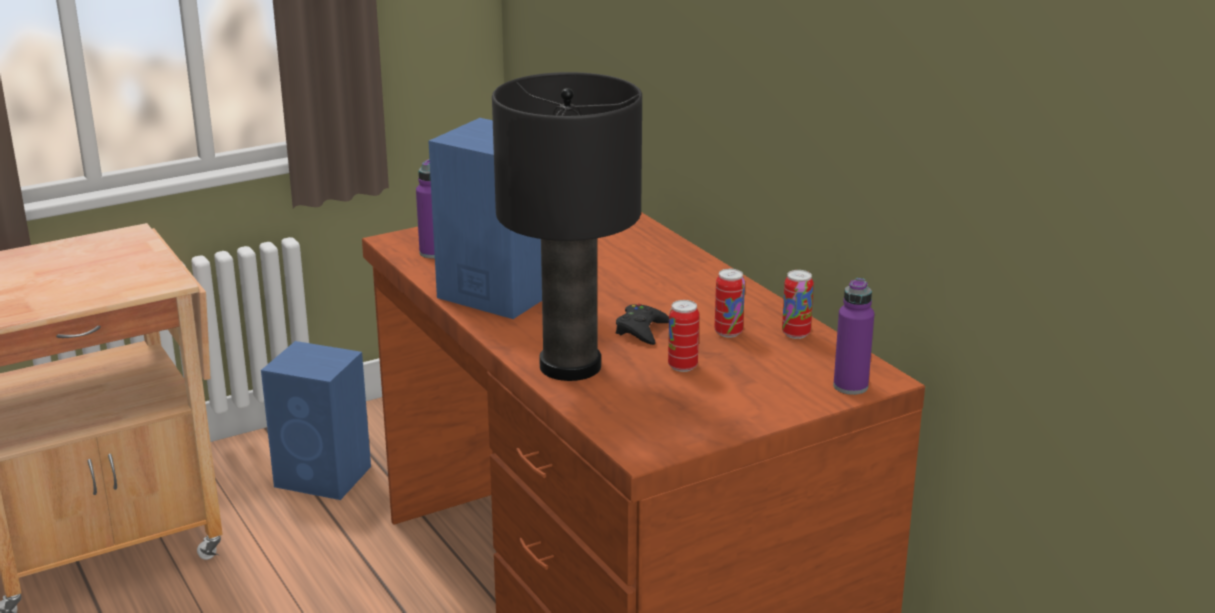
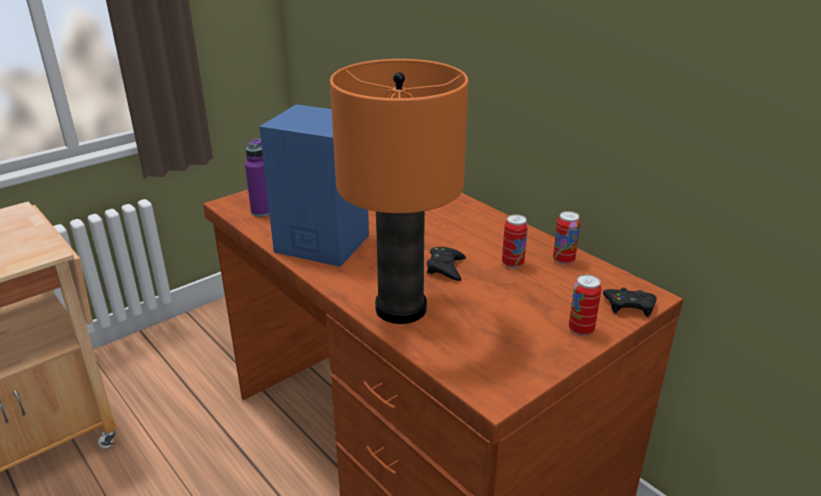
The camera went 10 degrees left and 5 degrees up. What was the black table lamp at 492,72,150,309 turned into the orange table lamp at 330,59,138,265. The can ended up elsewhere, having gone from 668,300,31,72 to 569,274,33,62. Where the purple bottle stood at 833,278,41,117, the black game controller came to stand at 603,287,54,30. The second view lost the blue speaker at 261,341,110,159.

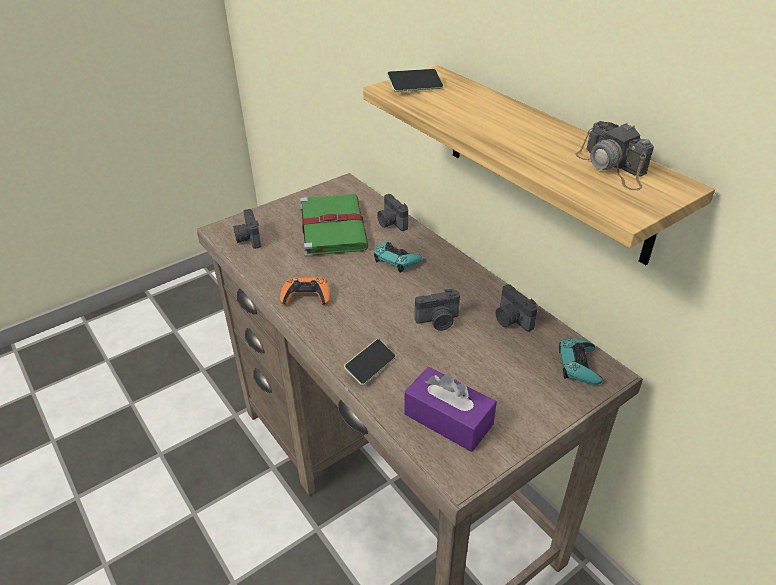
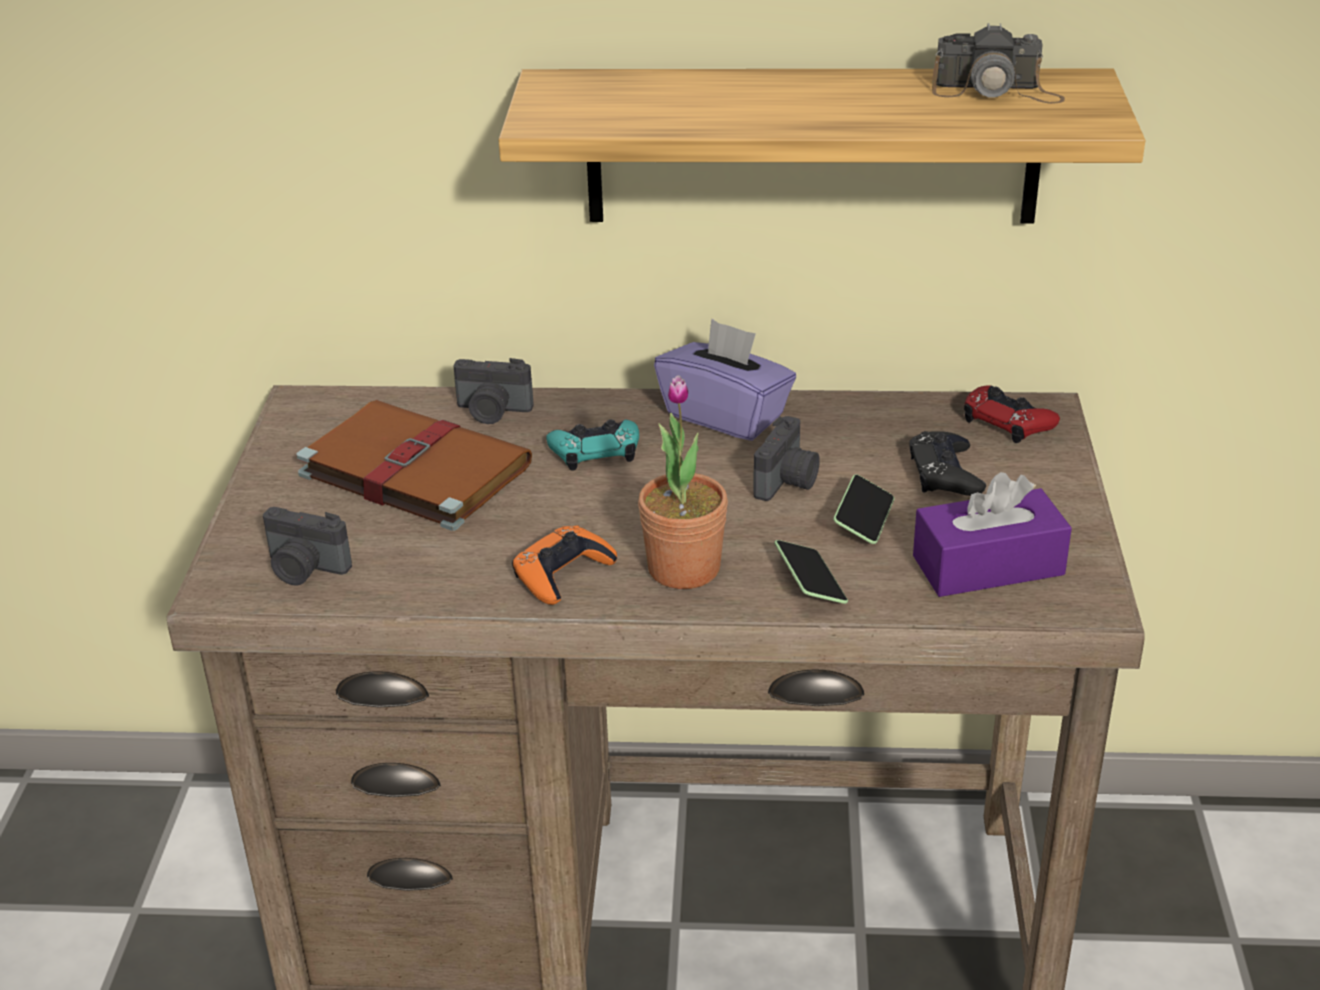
The camera went 50 degrees left and 5 degrees down. What was the green book at 300,194,68,63 turned into the brown book at 296,400,236,131. The second view gained the potted plant at 638,375,90,214. The second view gained the purple tissue box at 654,319,142,122. The phone ended up elsewhere, having gone from 387,69,57,23 to 833,474,62,70. The second view gained the black game controller at 910,431,76,65. What was the turquoise game controller at 559,338,44,47 turned into the red game controller at 964,385,96,58. The second view lost the photo camera at 496,284,42,47.

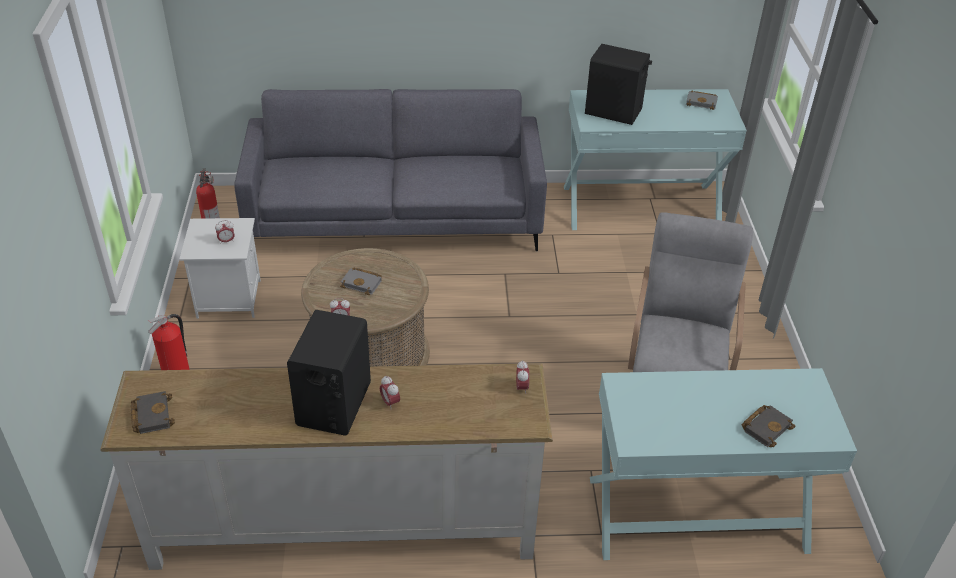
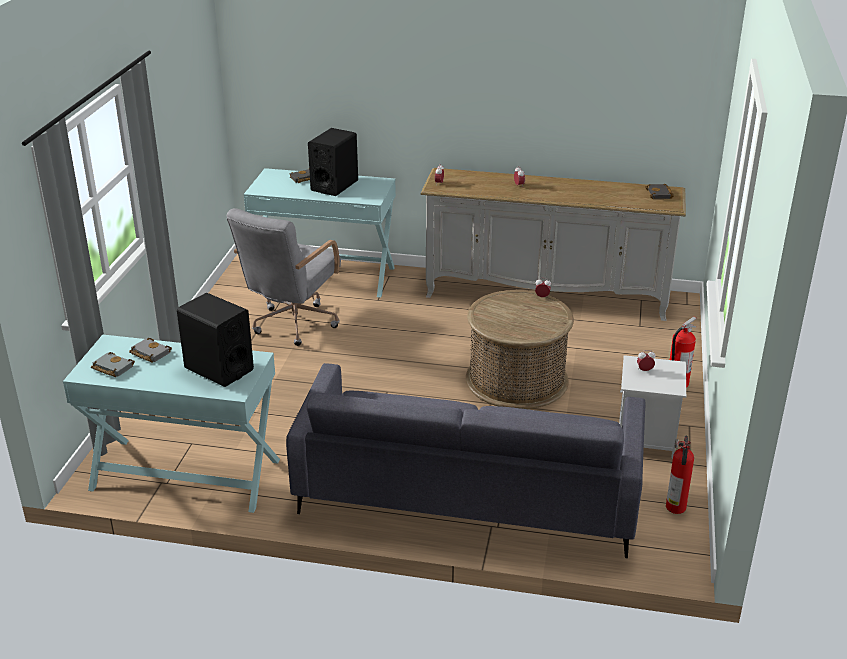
The camera went 165 degrees left and 10 degrees down. The grey book ended up elsewhere, having gone from 340,268,42,27 to 129,338,43,25. The black speaker ended up elsewhere, having gone from 287,310,84,126 to 308,128,50,68.

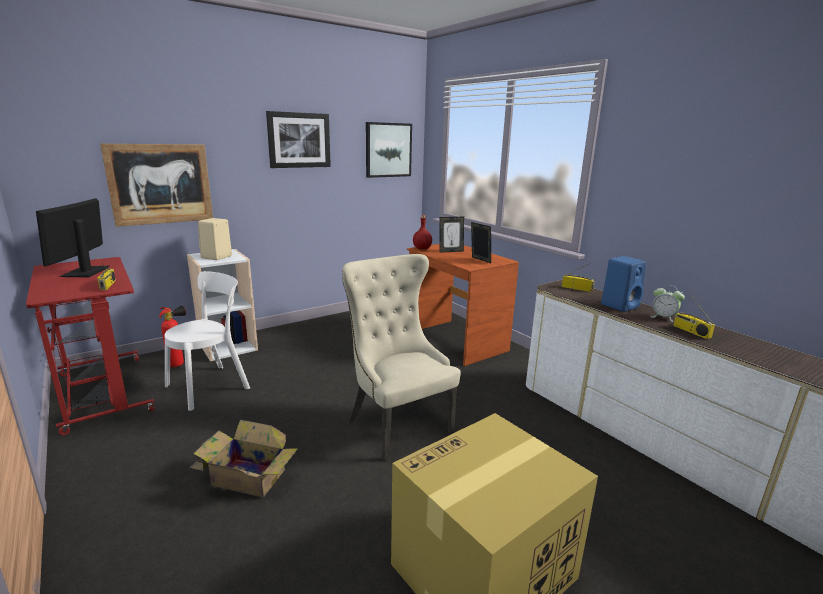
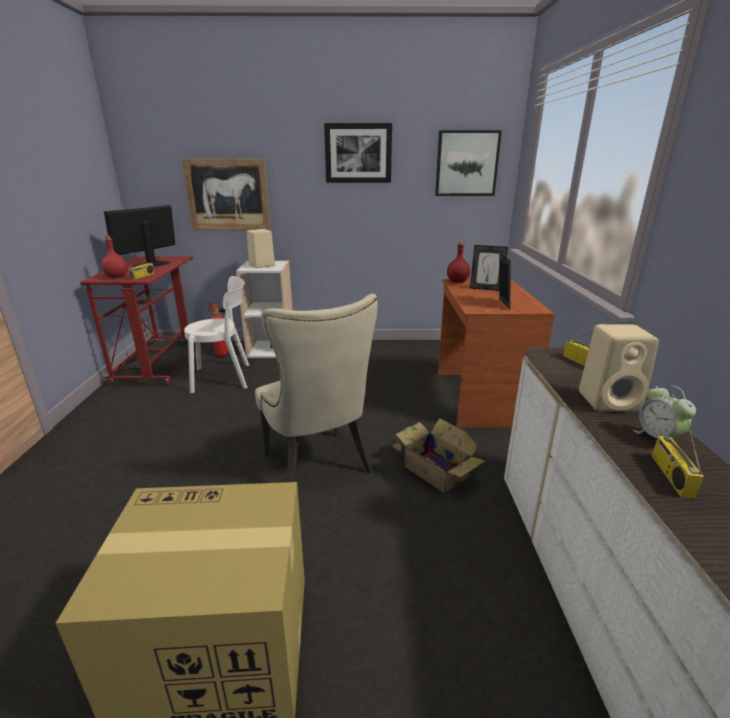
The camera went 35 degrees right and 5 degrees up. The second view gained the red bottle at 101,236,27,42. The beige chair at 342,254,119,207 ended up facing another way, 150 degrees clockwise from before. The cardboard box ended up elsewhere, having gone from 190,420,107,78 to 391,418,94,75. What was the blue speaker at 601,256,45,56 turned into the beige speaker at 579,324,80,88.

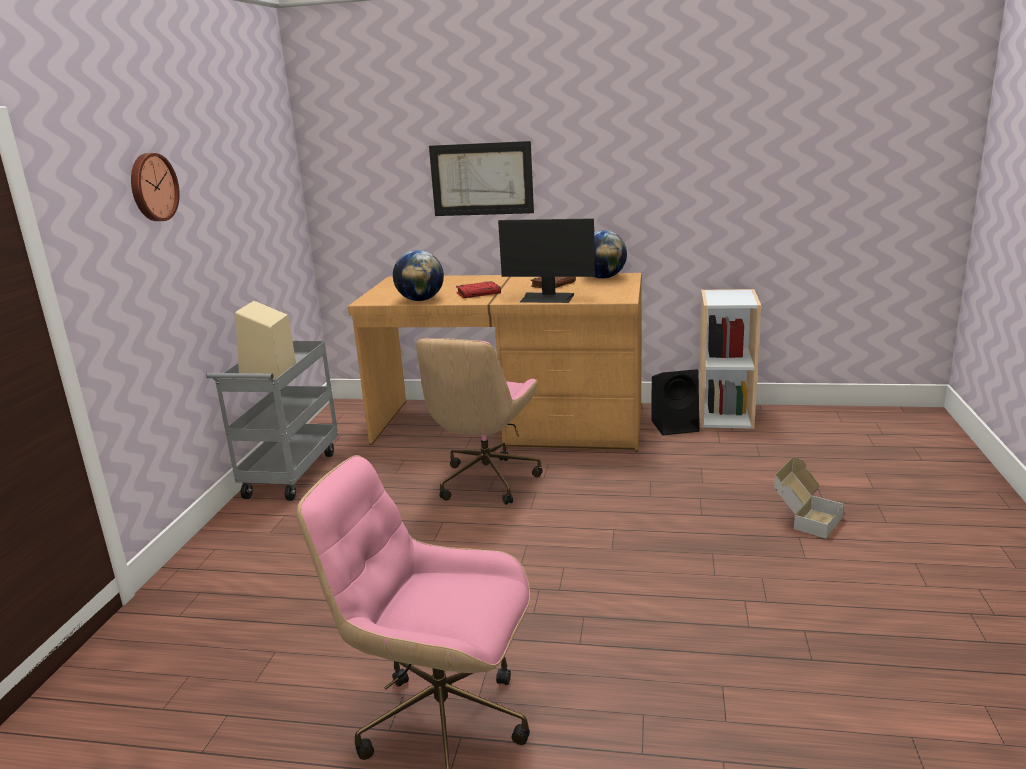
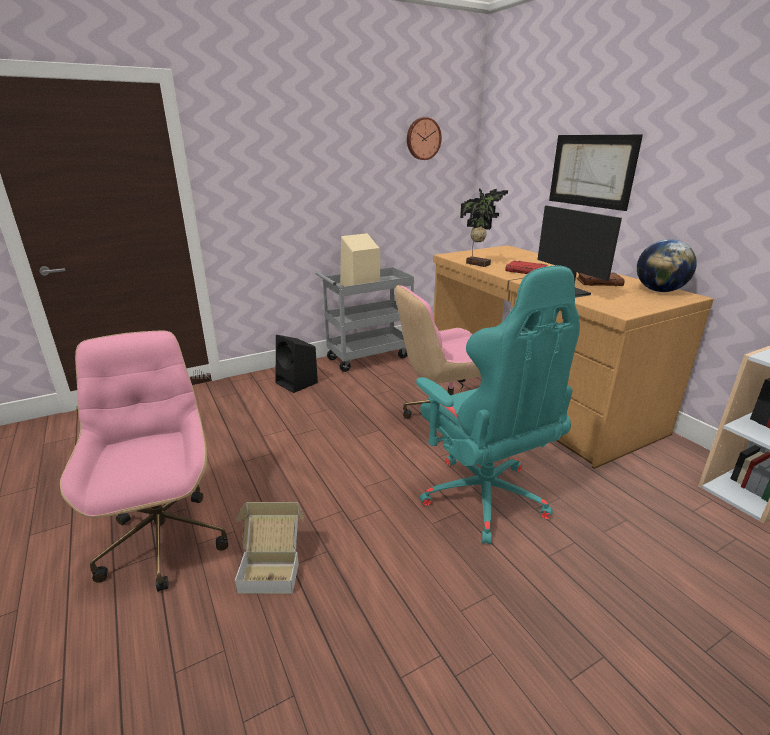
The camera went 50 degrees right and 5 degrees up. The cardboard box ended up elsewhere, having gone from 774,457,70,81 to 235,502,69,92. The black speaker ended up elsewhere, having gone from 651,369,48,66 to 275,335,43,58. The wall clock ended up elsewhere, having gone from 131,153,49,68 to 407,117,35,43. The second view gained the turquoise office chair at 416,265,164,279. Where the globe stood at 393,250,51,51, the potted plant came to stand at 460,188,48,79.

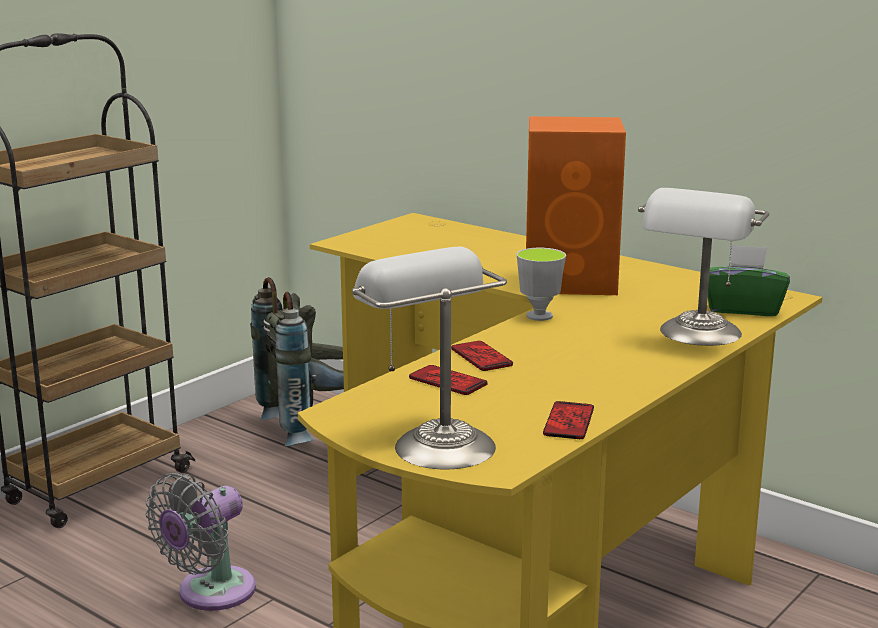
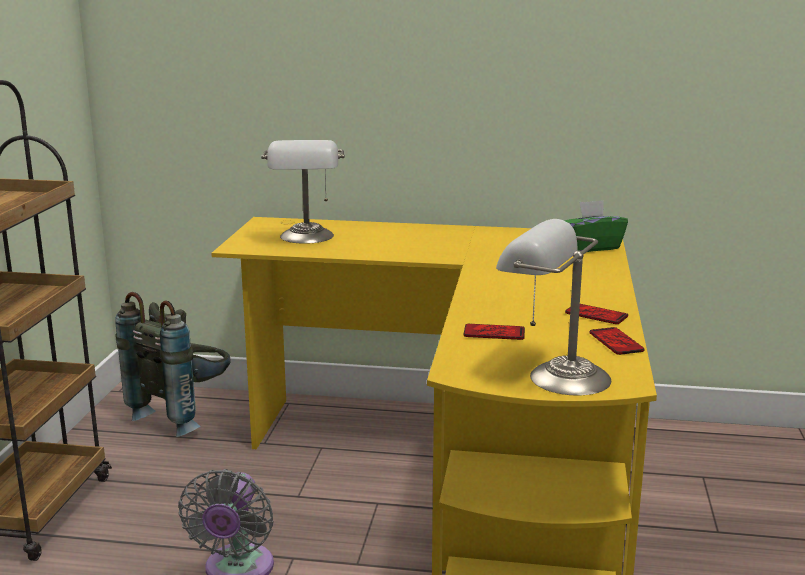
The camera went 30 degrees left and 0 degrees up. The white table lamp ended up elsewhere, having gone from 638,188,131,158 to 261,140,84,104. The phone ended up elsewhere, having gone from 451,341,62,30 to 565,304,63,20. The second view lost the cup at 517,248,49,73. The second view lost the orange speaker at 526,116,100,179.

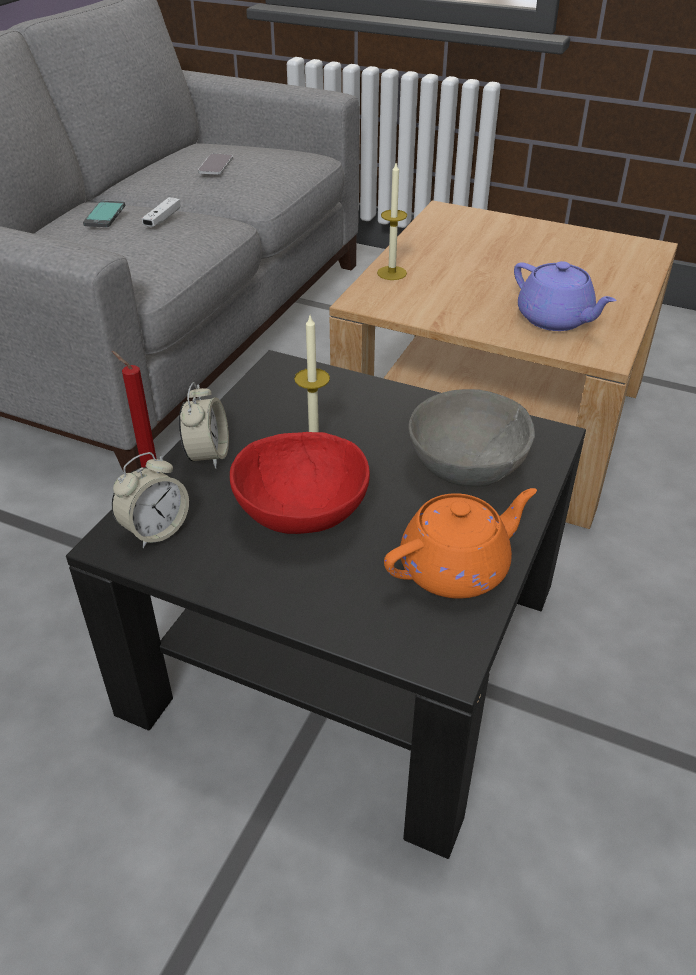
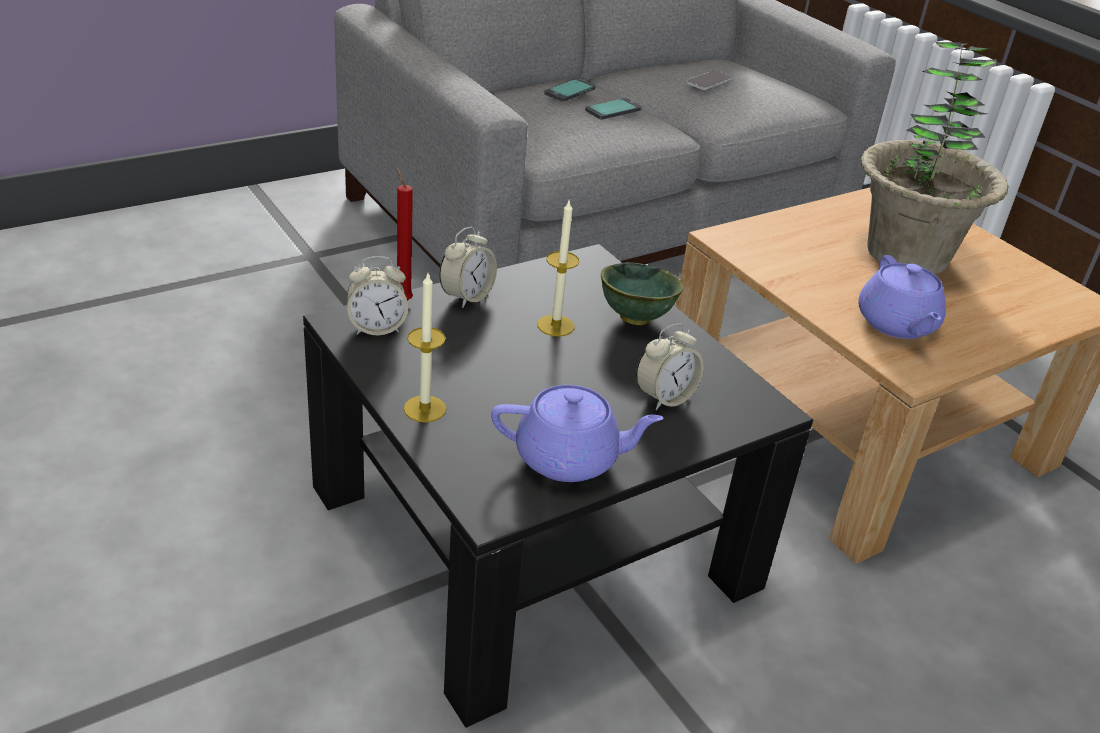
The camera went 30 degrees right and 5 degrees down. The candle ended up elsewhere, having gone from 377,163,30,117 to 404,274,42,149. What was the orange teapot at 384,488,153,111 turned into the purple teapot at 491,385,173,97. Where the white game controller stood at 142,197,39,30, the phone came to stand at 585,98,57,22. The second view gained the green bowl at 601,262,83,63. Where the grey bowl stood at 408,389,127,98, the alarm clock came to stand at 636,324,68,86. The second view gained the potted plant at 860,42,149,232. The second view lost the red bowl at 230,432,140,102.

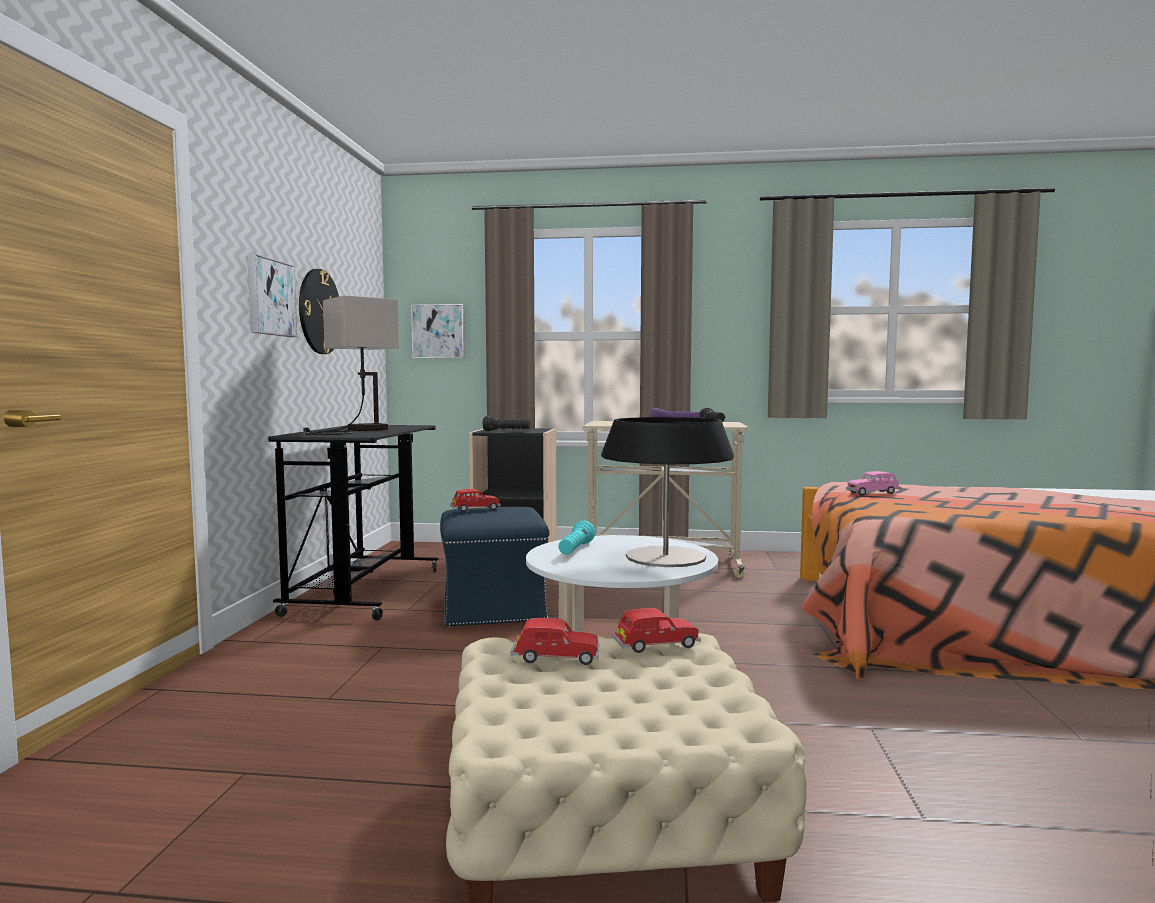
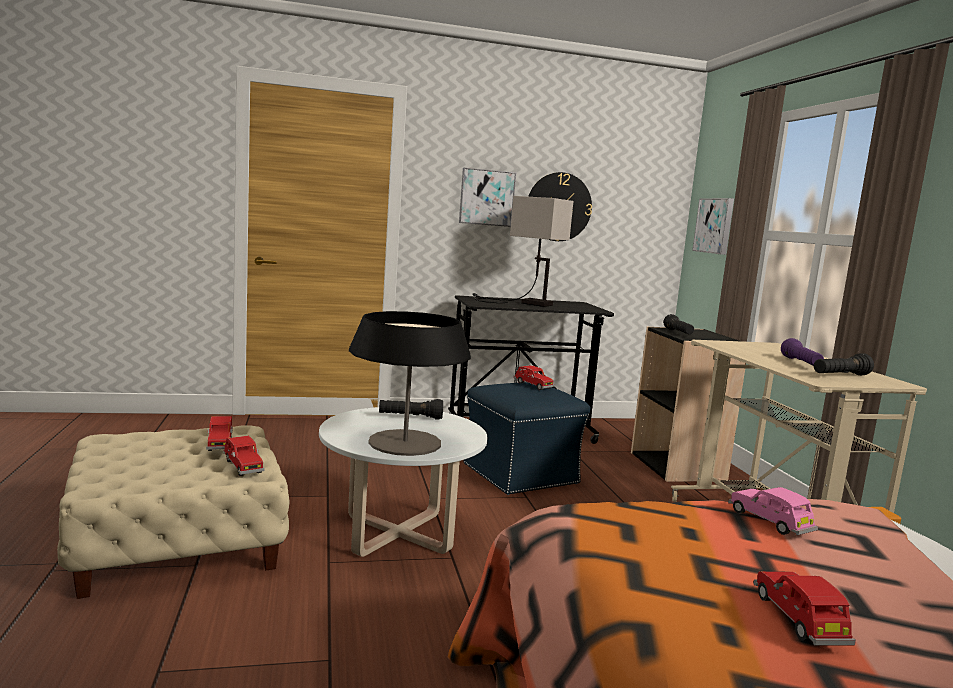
The camera went 70 degrees right and 5 degrees up. What was the turquoise flashlight at 558,521,37,34 turned into the black flashlight at 379,399,64,21. The second view gained the red toy car at 753,571,103,75.

